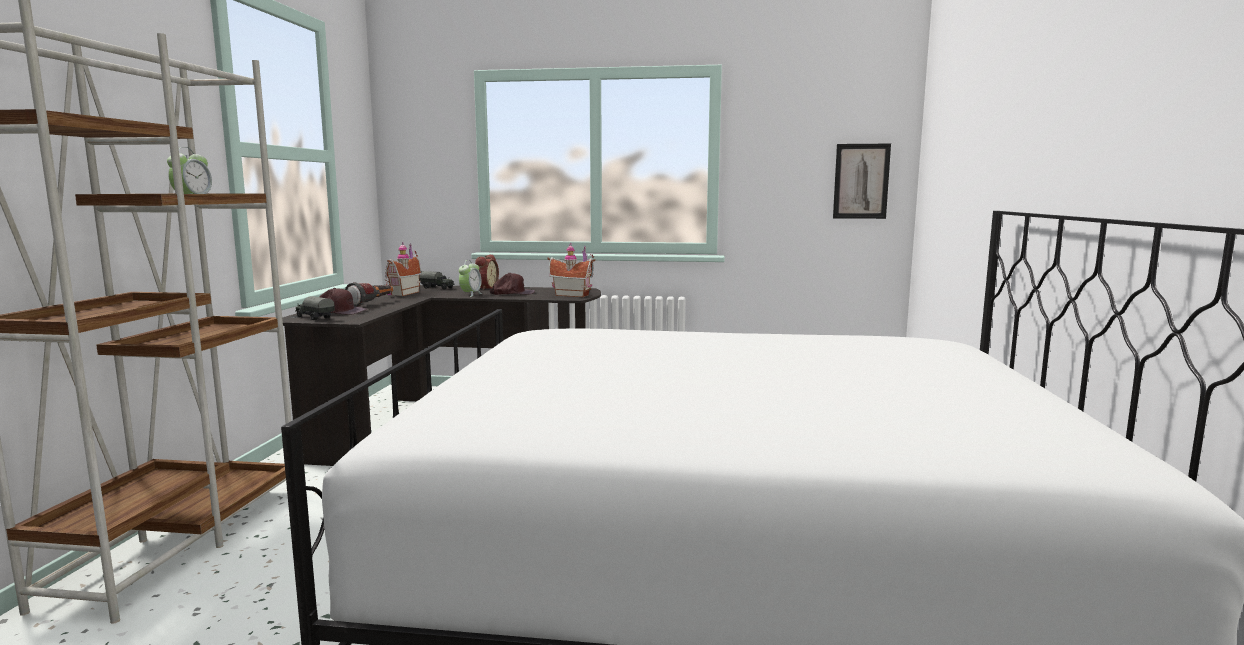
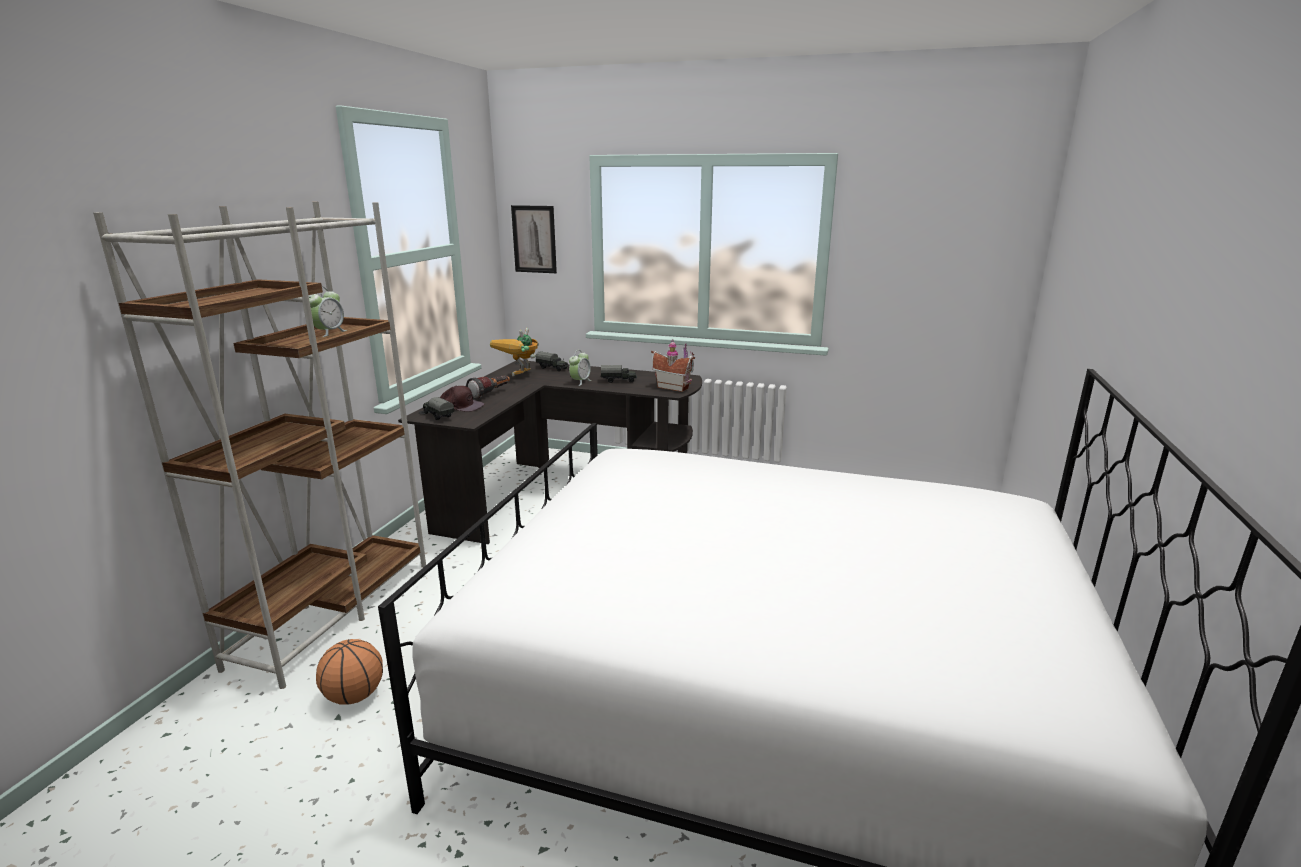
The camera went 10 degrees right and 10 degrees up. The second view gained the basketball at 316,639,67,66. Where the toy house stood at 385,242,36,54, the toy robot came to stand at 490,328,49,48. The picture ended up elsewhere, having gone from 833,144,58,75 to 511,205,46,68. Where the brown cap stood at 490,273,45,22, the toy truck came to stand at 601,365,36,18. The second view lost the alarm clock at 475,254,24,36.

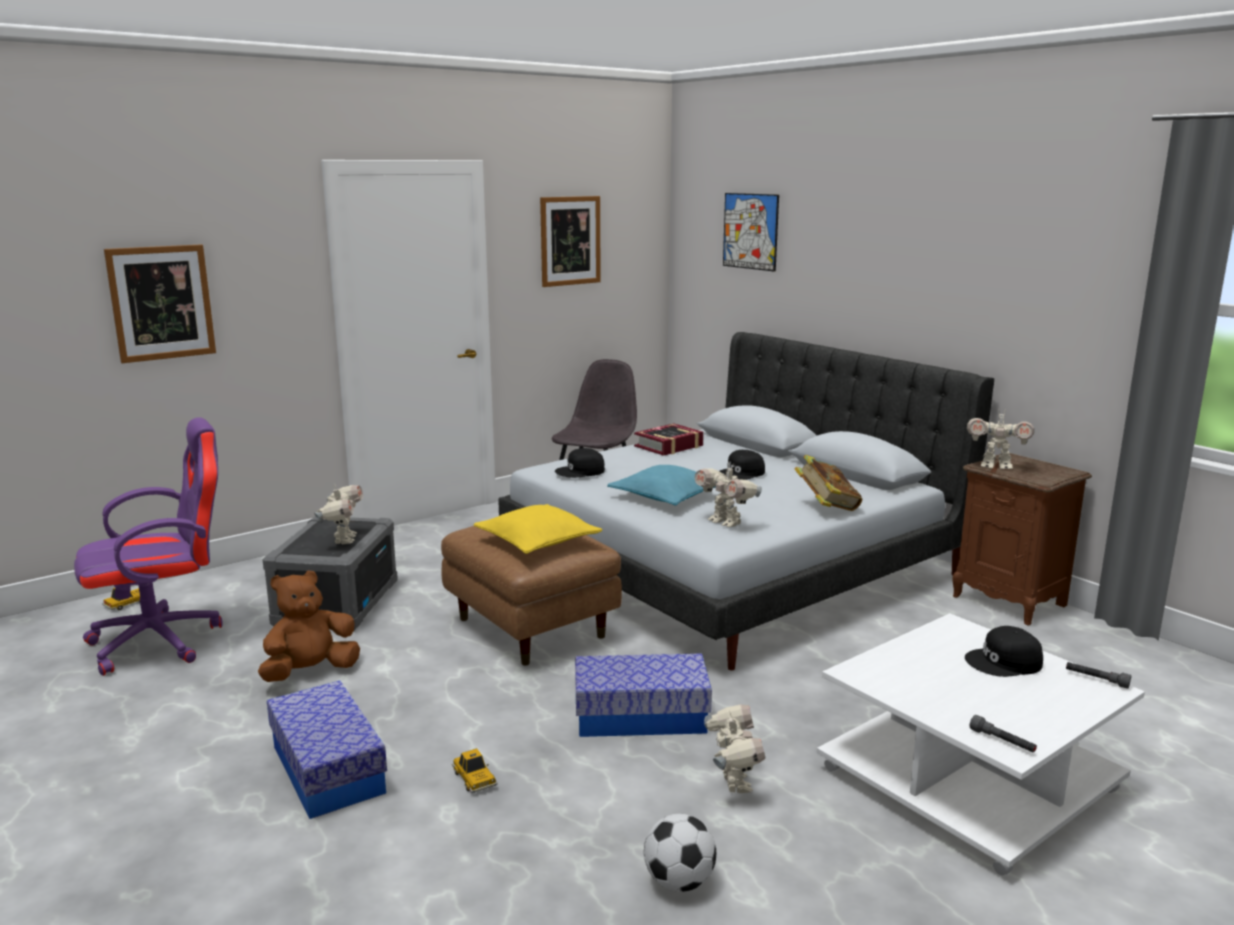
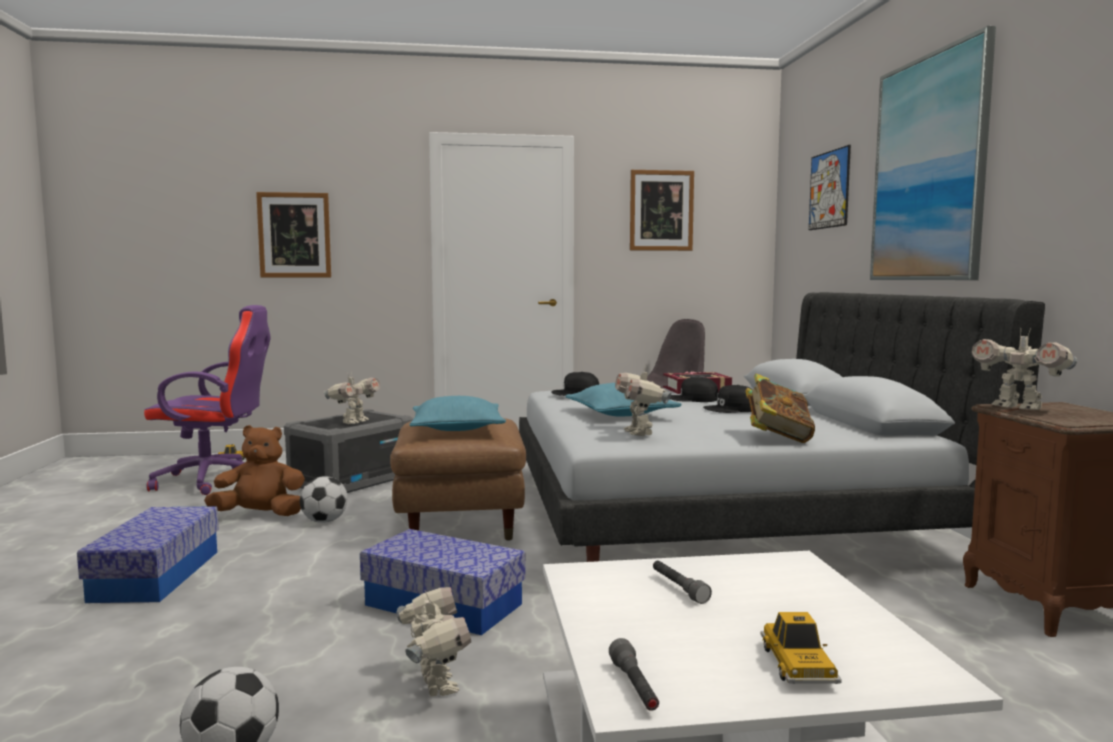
The camera went 30 degrees right and 10 degrees down. The second view gained the football at 300,476,48,47. The toy robot at 704,704,61,89 ended up facing another way, 45 degrees counterclockwise from before. What was the yellow pillow at 473,504,130,50 turned into the turquoise pillow at 410,396,96,35. The grey flashlight ended up elsewhere, having gone from 1066,662,65,27 to 653,560,59,44. The black cap ended up elsewhere, having gone from 965,626,78,51 to 670,377,48,25. The toy car ended up elsewhere, having gone from 452,748,46,45 to 760,612,82,72. The second view gained the picture at 870,26,126,254.

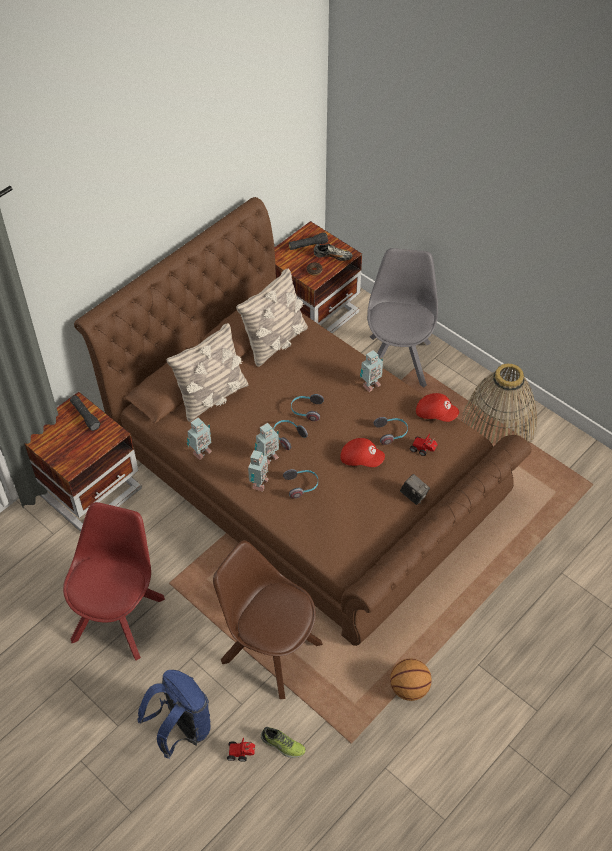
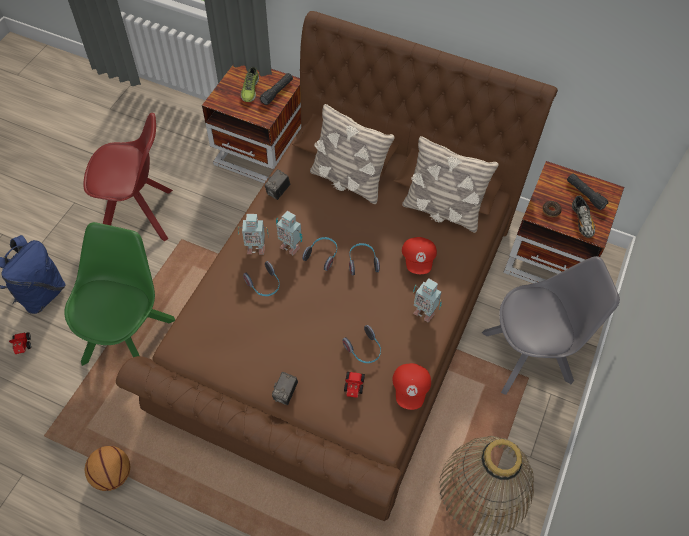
The camera went 70 degrees right and 5 degrees up. What was the brown chair at 213,540,110,159 turned into the green chair at 64,222,111,144. The shoe ended up elsewhere, having gone from 261,727,45,31 to 241,66,18,36. Where the toy robot stood at 187,418,25,42, the photo camera came to stand at 265,169,25,31. The red cap ended up elsewhere, having gone from 340,438,45,29 to 402,237,35,37.

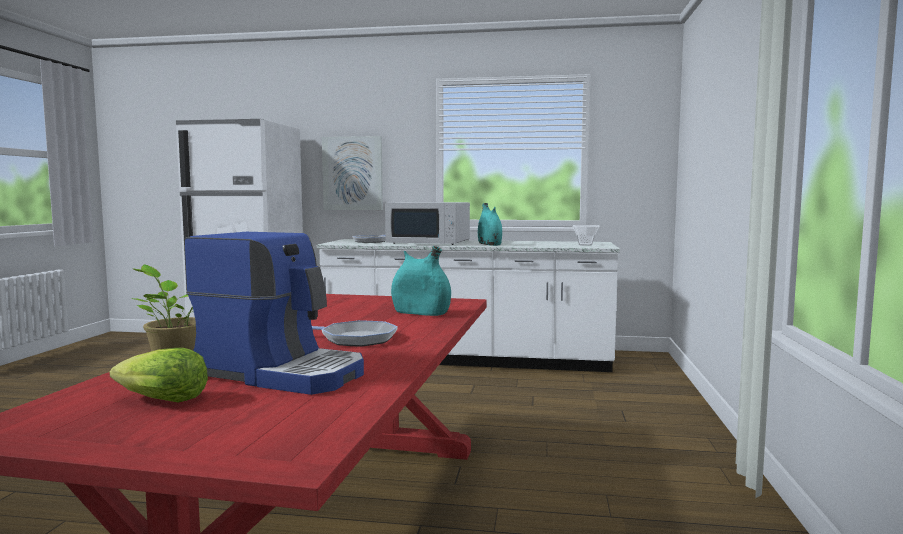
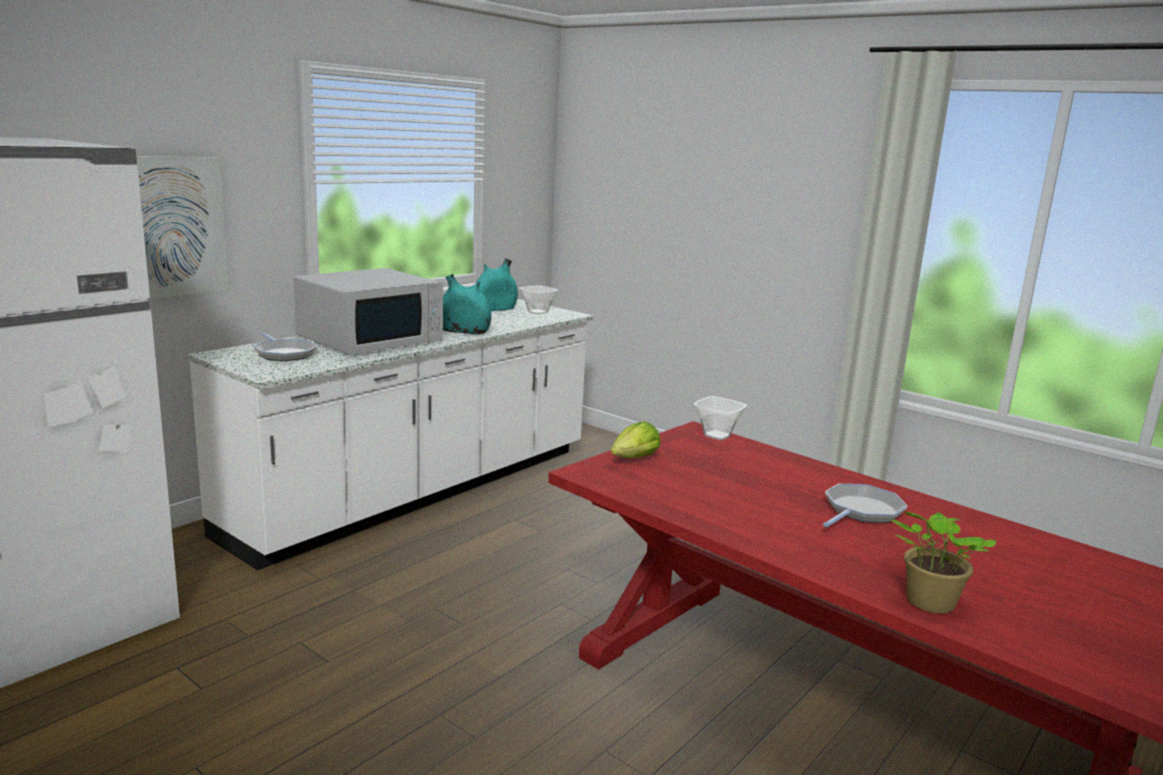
The camera went 60 degrees left and 10 degrees up. The turquoise vase ended up elsewhere, having gone from 391,246,60,70 to 476,258,42,53. The lettuce ended up elsewhere, having gone from 110,348,98,55 to 611,421,49,37. The second view gained the bowl at 693,396,55,44. The second view lost the coffee machine at 184,232,180,163.

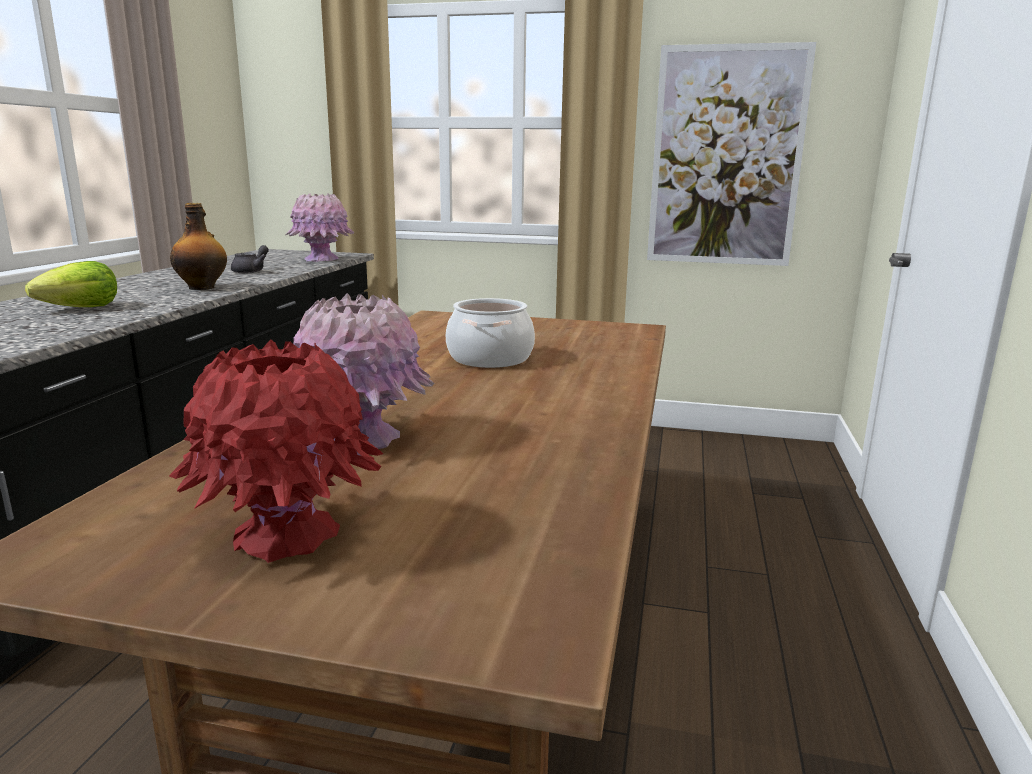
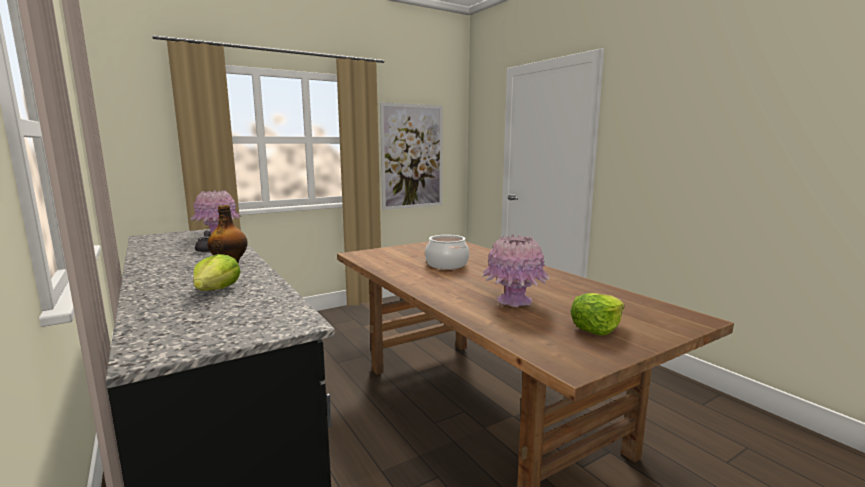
The camera went 45 degrees left and 5 degrees down. Where the red vase stood at 169,339,214,224, the lettuce came to stand at 570,293,54,42.

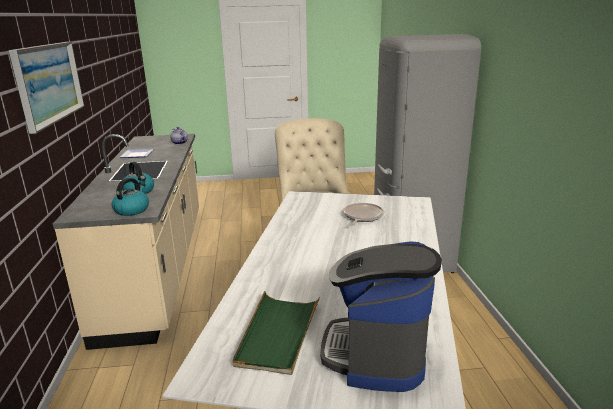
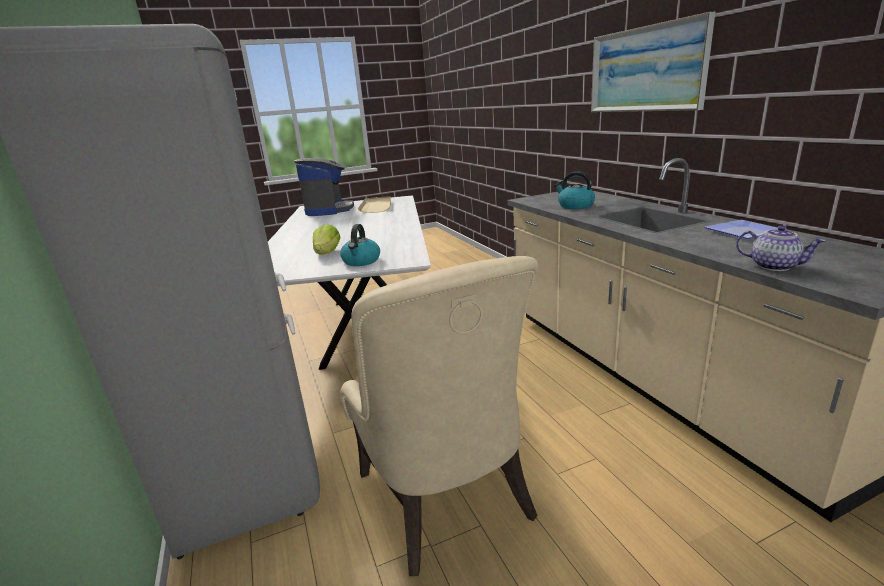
The camera went 165 degrees right and 0 degrees up. Where the frying pan stood at 344,203,40,22, the lettuce came to stand at 313,224,28,31. The kettle ended up elsewhere, having gone from 112,178,37,38 to 340,224,40,42. What was the green tray at 232,291,88,84 turned into the beige tray at 358,196,33,17.

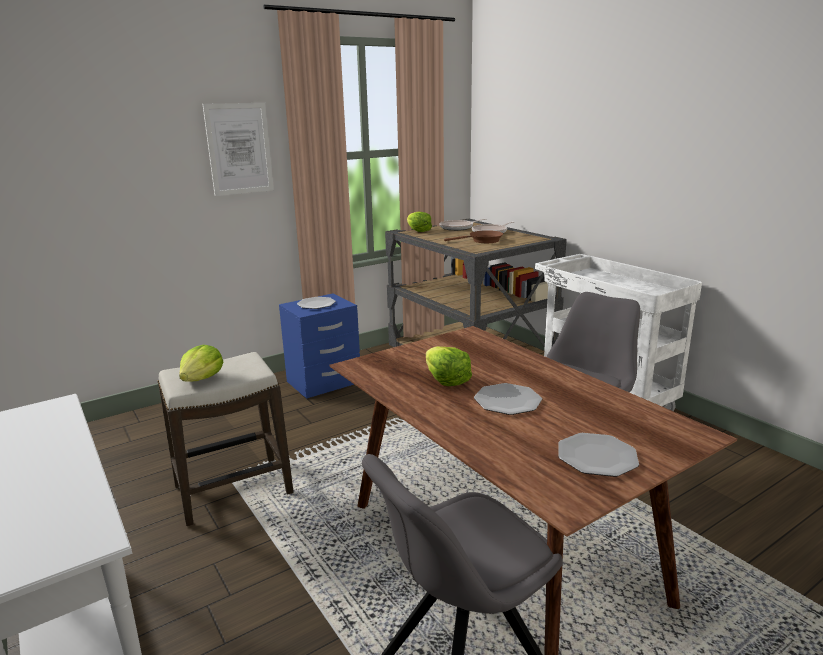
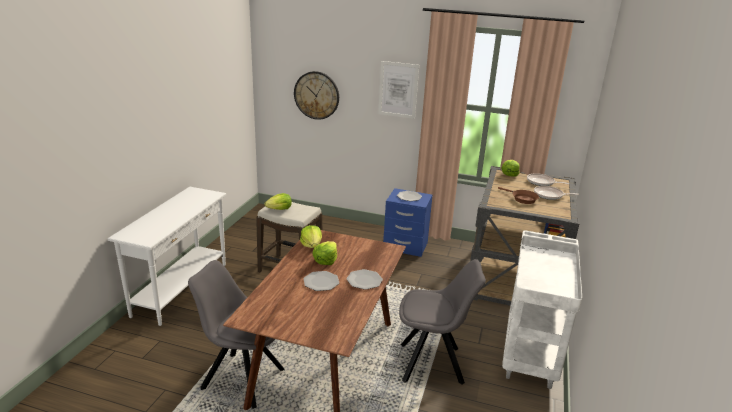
The camera went 50 degrees right and 5 degrees up. The second view gained the wall clock at 294,71,45,49. The second view gained the lettuce at 300,225,22,23. The plate ended up elsewhere, having gone from 559,433,80,44 to 346,269,37,21.

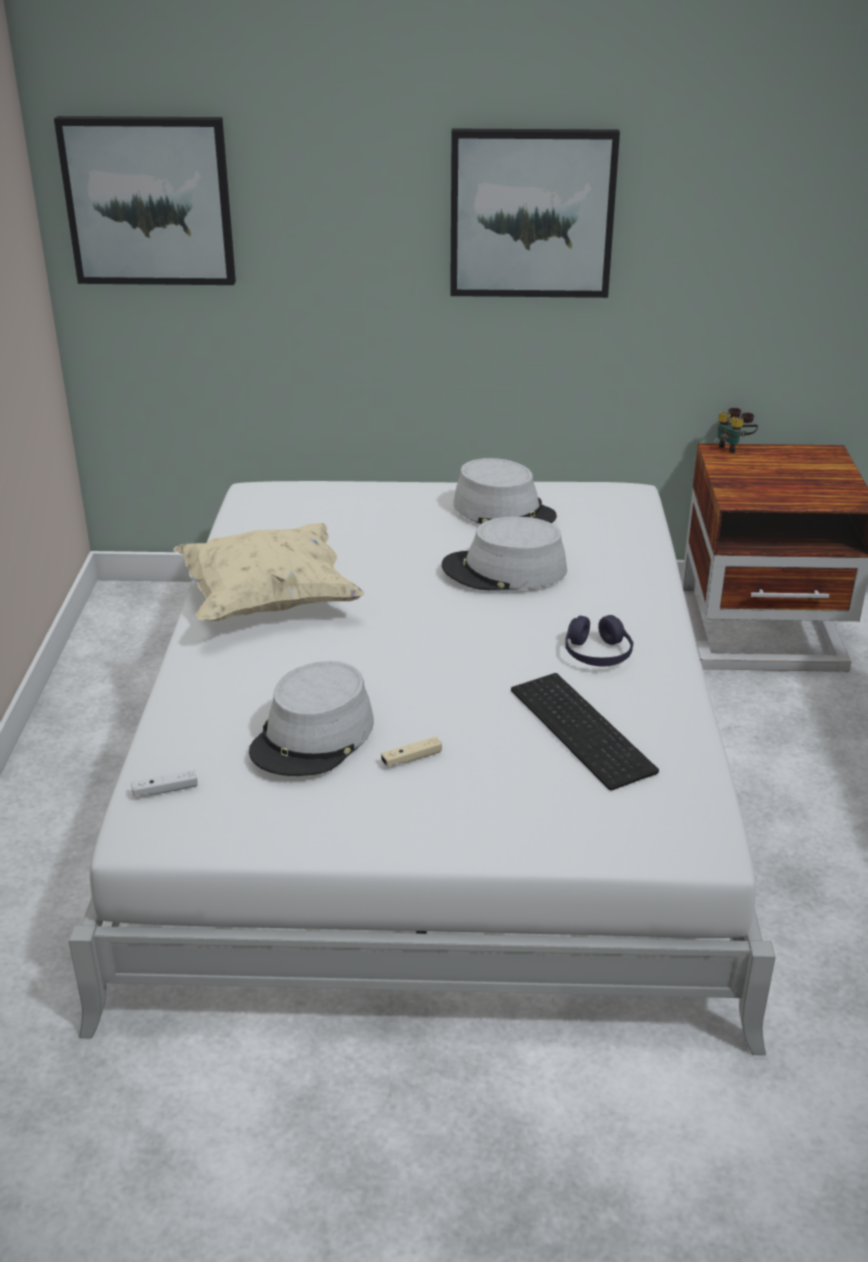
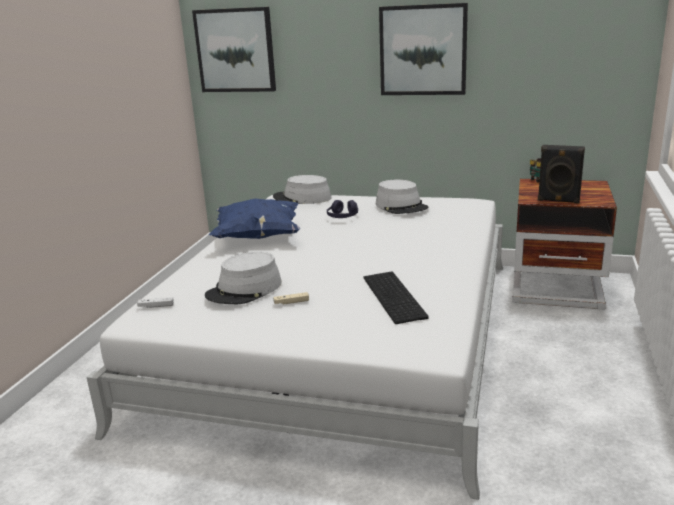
The camera went 15 degrees right and 10 degrees down. What was the beige pillow at 173,523,192,98 turned into the blue pillow at 209,199,91,40. The grey hat ended up elsewhere, having gone from 442,516,125,74 to 273,175,59,29. The purple headphones ended up elsewhere, having gone from 565,615,68,52 to 327,200,31,18. The second view gained the black speaker at 538,145,47,59.

